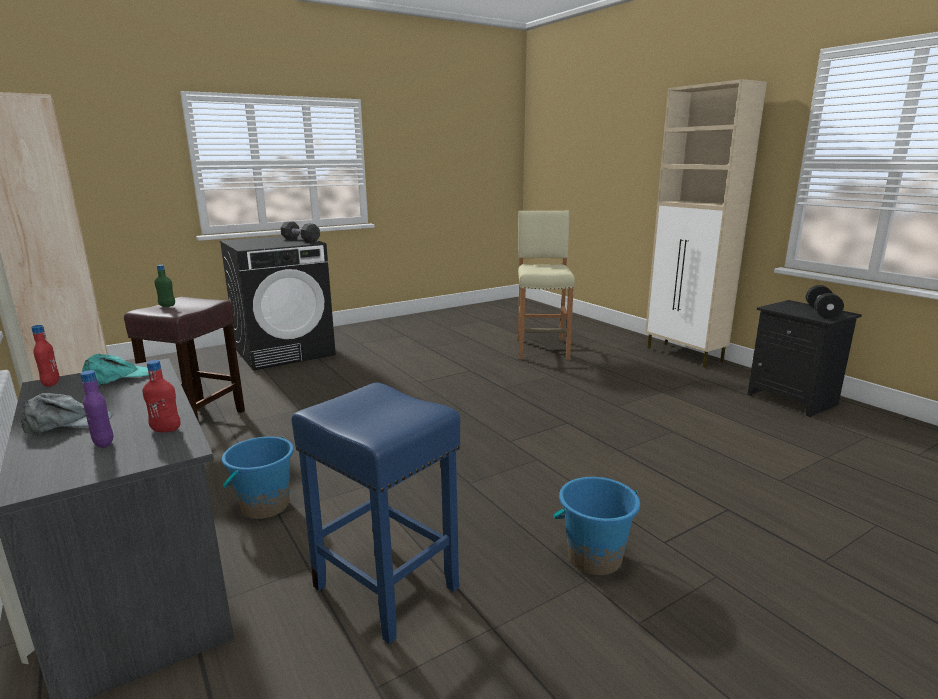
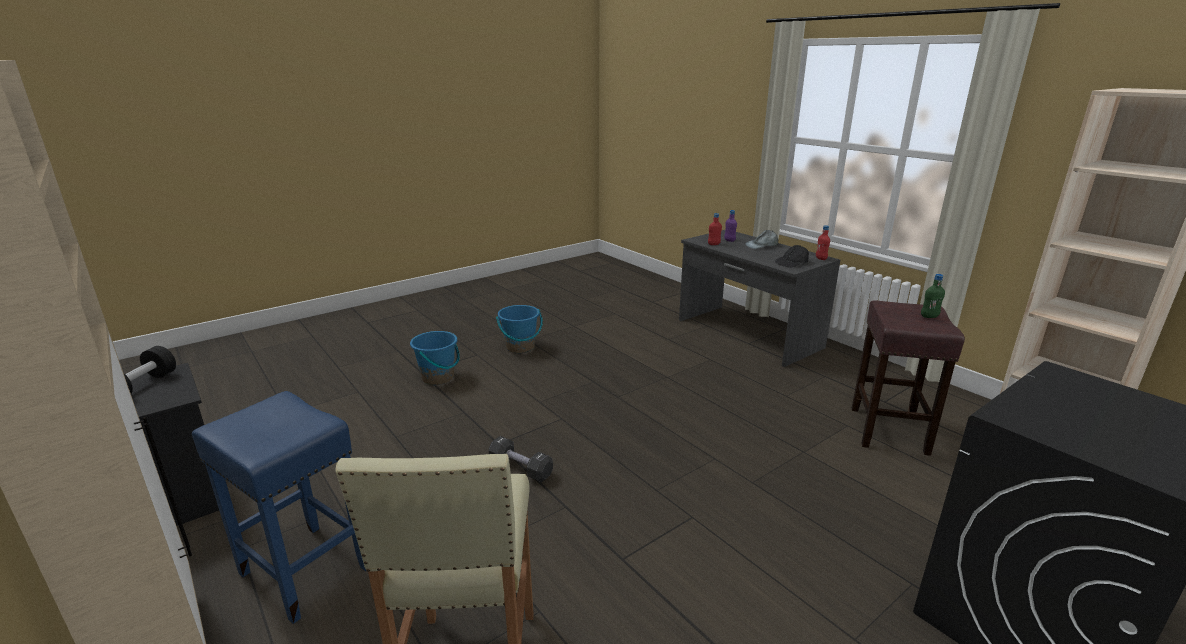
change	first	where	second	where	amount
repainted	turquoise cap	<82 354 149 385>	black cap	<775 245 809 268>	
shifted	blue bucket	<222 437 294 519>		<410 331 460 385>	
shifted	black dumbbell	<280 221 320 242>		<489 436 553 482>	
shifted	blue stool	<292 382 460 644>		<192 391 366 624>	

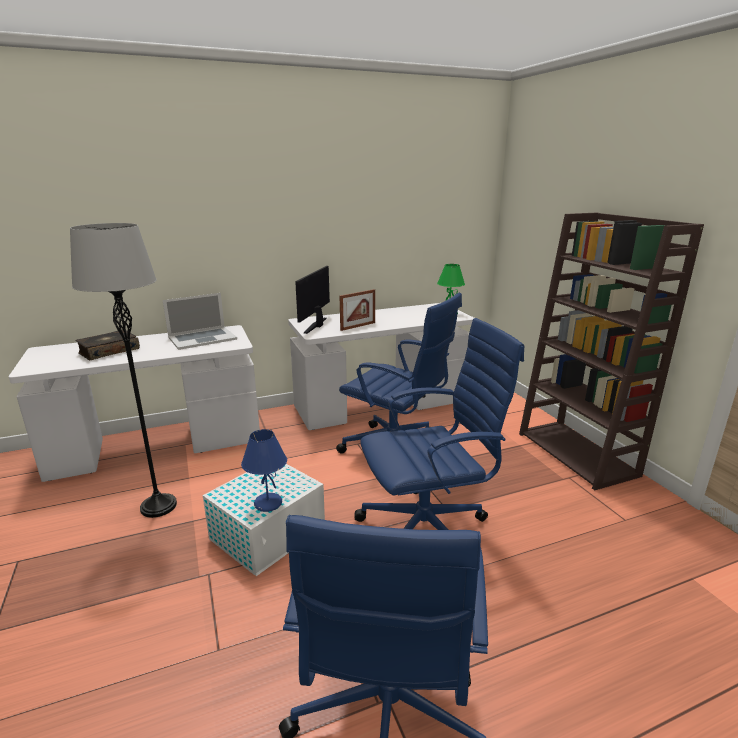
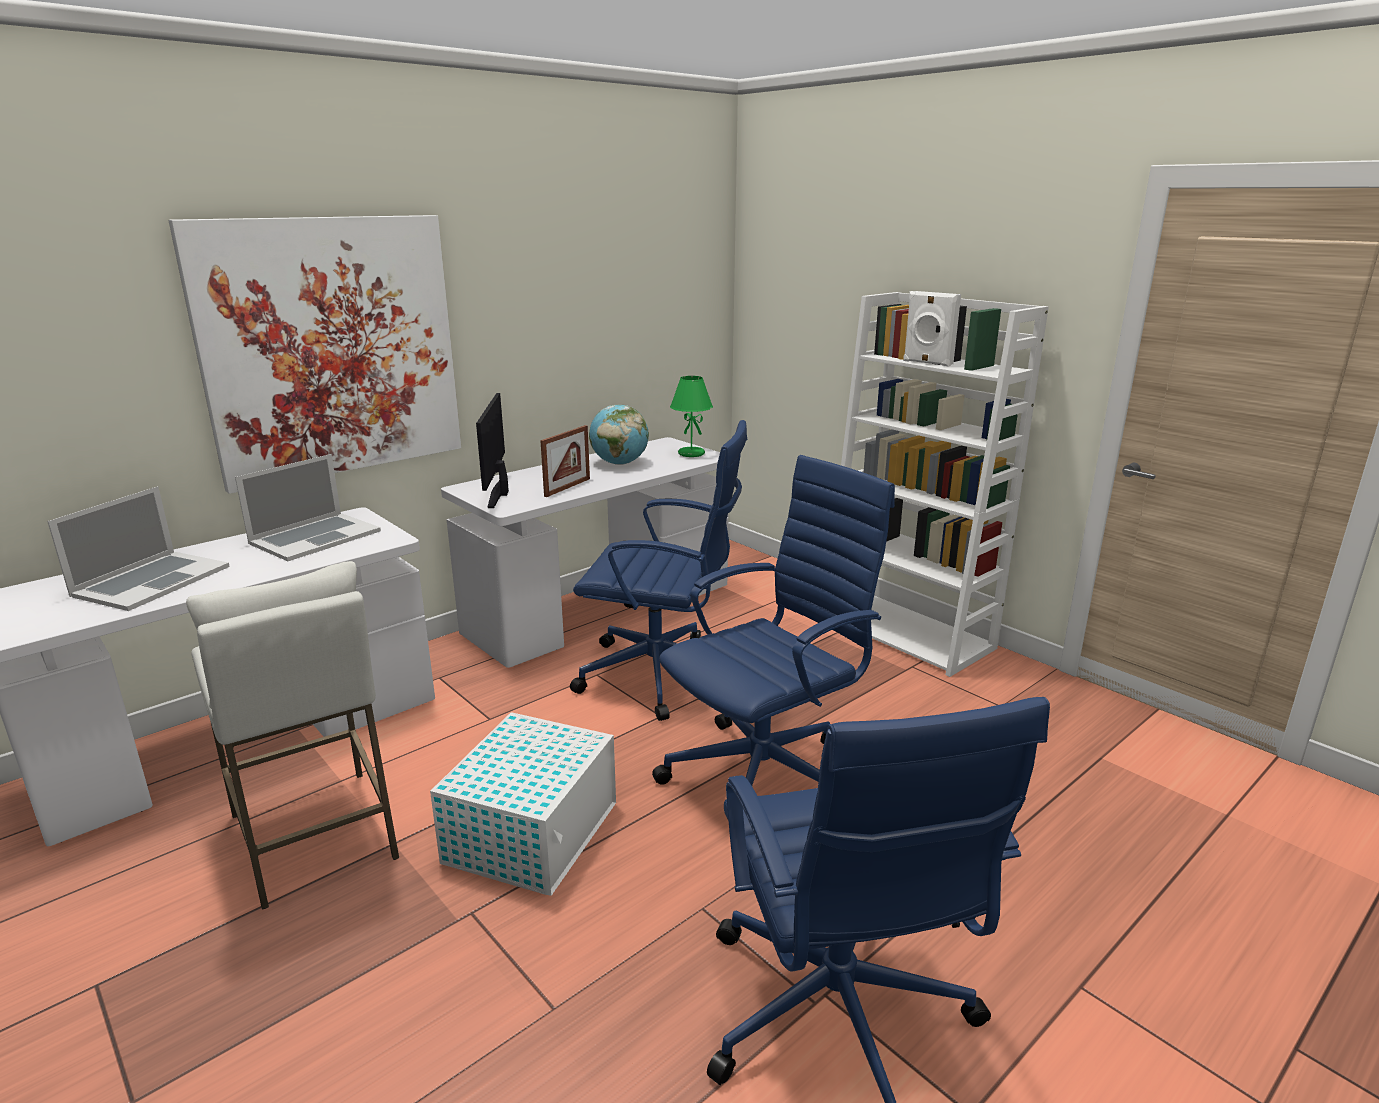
change	first	where	second	where	amount
swapped	grey floor lamp	<70 223 177 518>	white stool	<186 561 399 910>	
swapped	book	<75 329 140 360>	laptop	<47 486 230 611>	
gone	blue table lamp	<241 429 287 512>			
repainted	brown bookcase	<519 213 704 490>	white bookcase	<841 292 1049 677>	
new			picture	<168 215 461 494>	
new			globe	<589 405 649 465>	
new			white speaker	<903 291 961 366>	

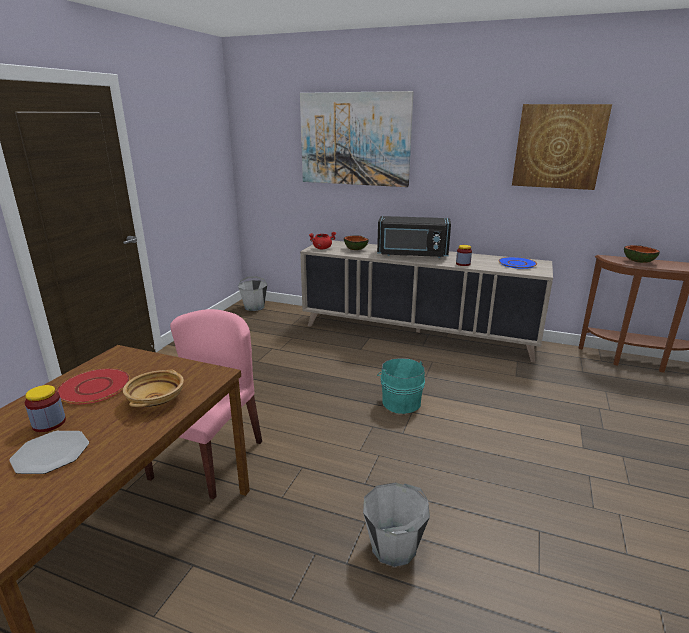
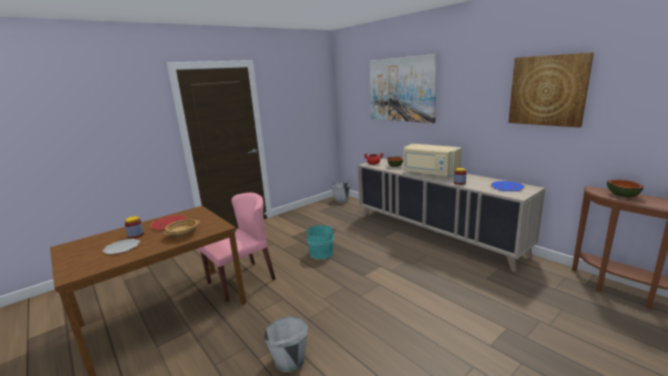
change	first	where	second	where	amount
repainted	black microwave	<377 216 451 258>	beige microwave	<403 144 462 177>	
shifted	turquoise bucket	<377 358 425 414>		<306 225 335 259>	

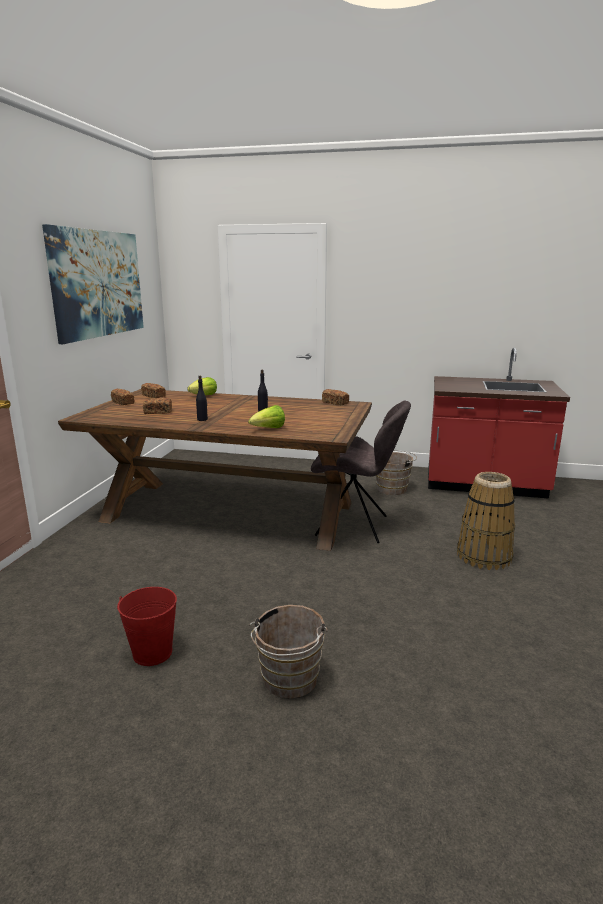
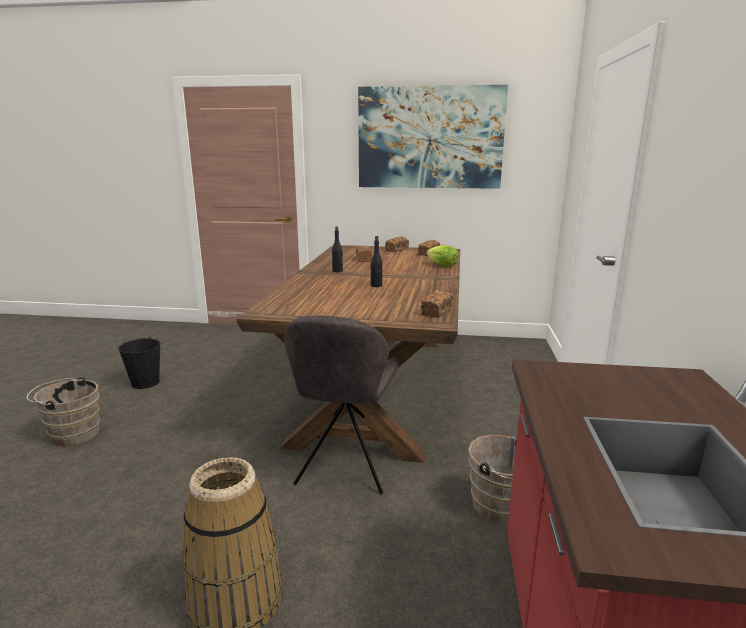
change	first	where	second	where	amount
repainted	red bucket	<117 587 177 666>	black bucket	<118 337 161 389>	
gone	lettuce	<248 405 285 428>			

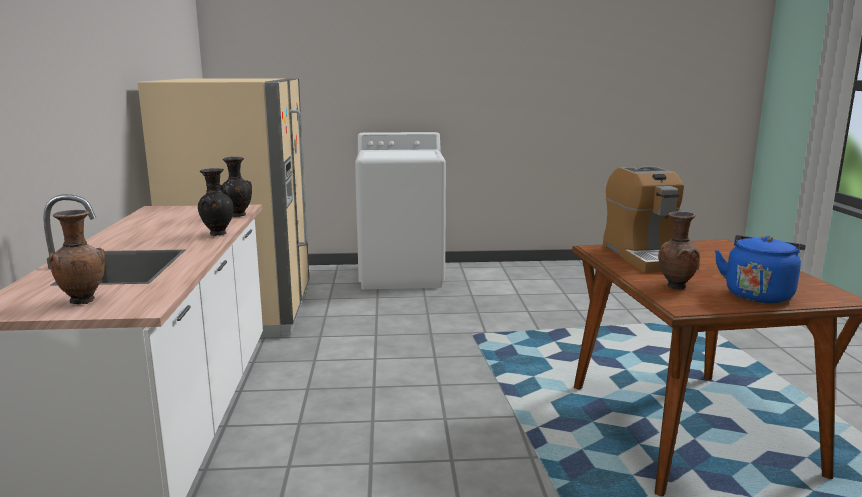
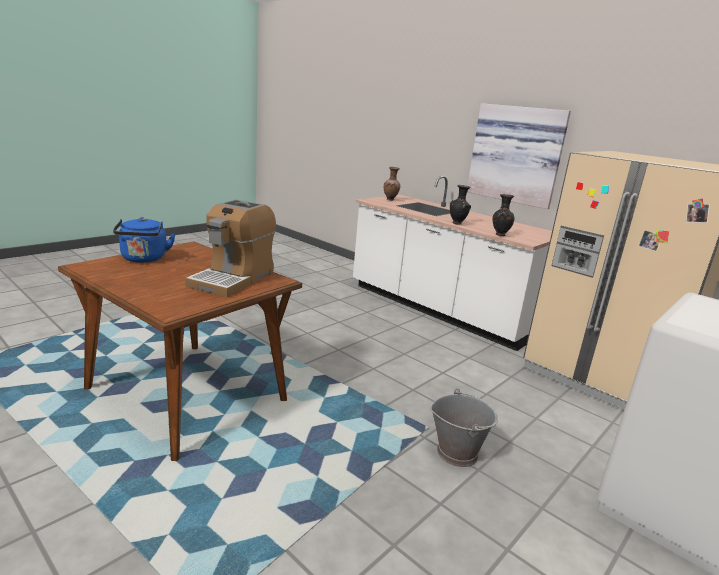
change	first	where	second	where	amount
rotated	coffee machine	<603 166 700 273>		<185 199 276 297>	105 degrees counterclockwise
gone	brown vase	<658 211 700 290>			
new			grey bucket	<430 389 498 467>	
new			picture	<467 103 571 209>	

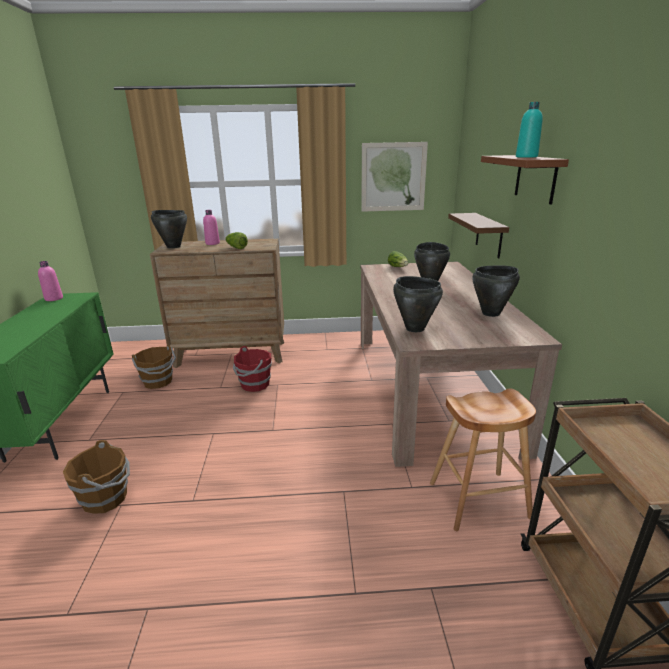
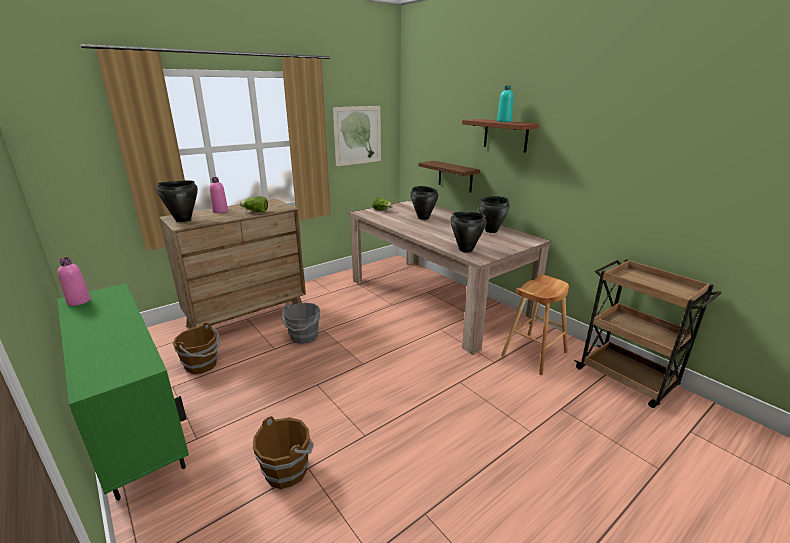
change	first	where	second	where	amount
repainted	red bucket	<233 346 272 392>	grey bucket	<281 303 320 344>	

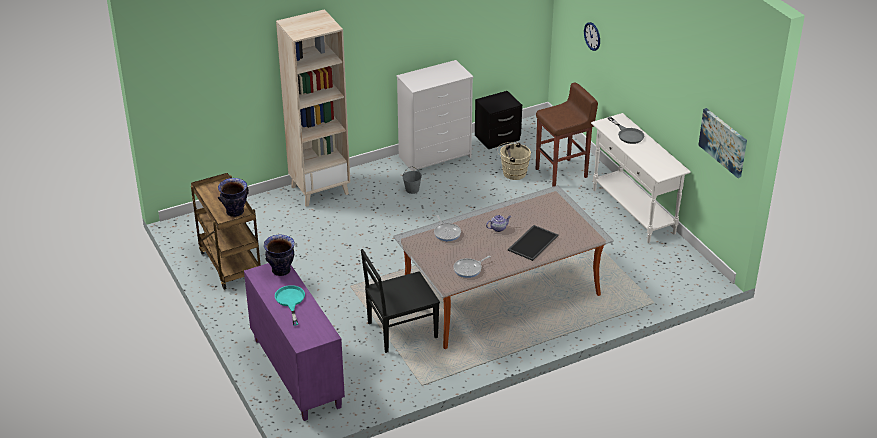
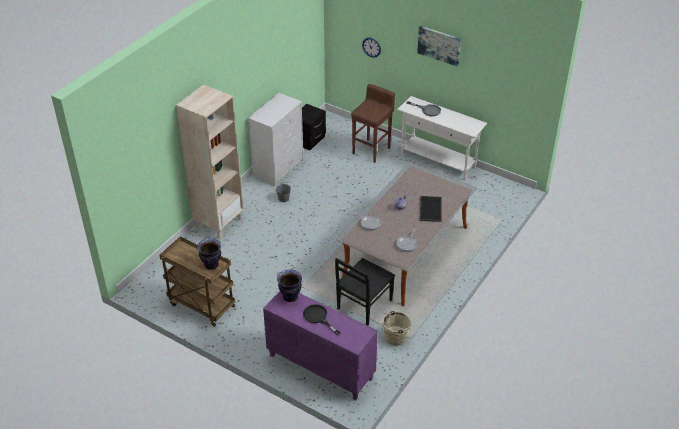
change	first	where	second	where	amount
repainted	turquoise frying pan	<275 285 305 326>	black frying pan	<303 304 341 335>	
shifted	beige bucket	<497 142 531 180>		<379 311 411 346>	
shifted	picture	<698 108 747 178>		<417 26 461 67>	

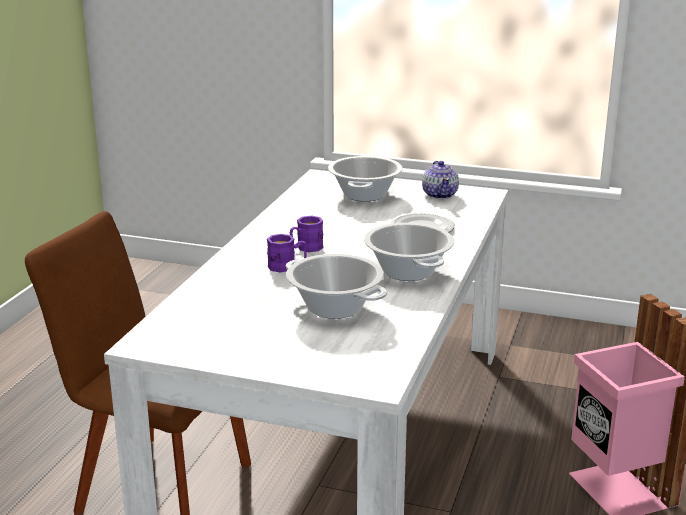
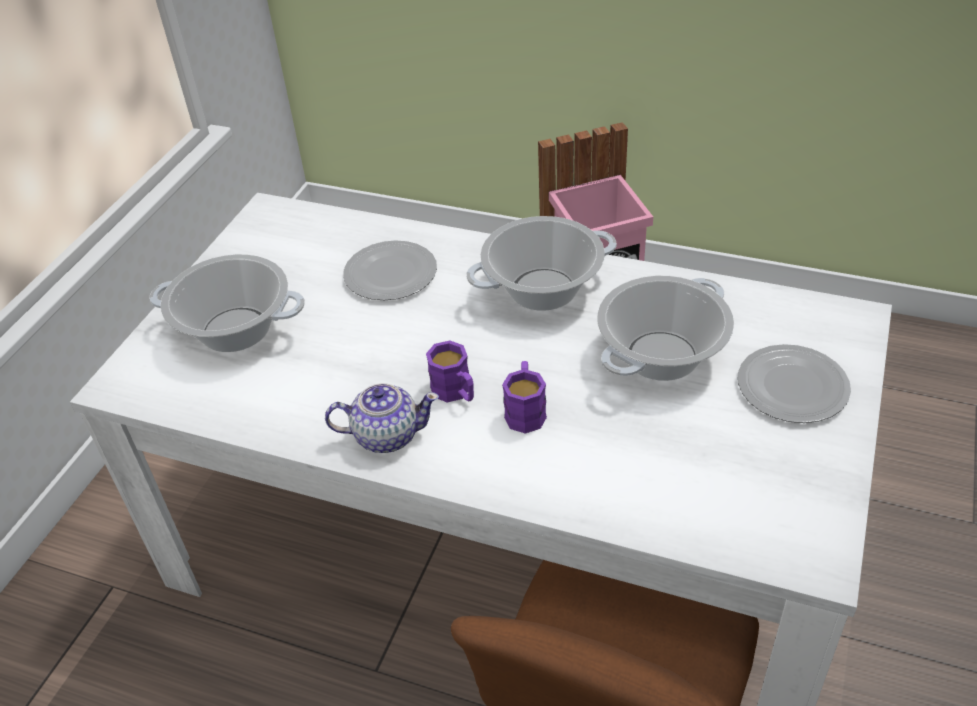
change	first	where	second	where	amount
shifted	teapot	<422 161 459 199>		<325 383 439 453>	
new			plate	<738 344 851 423>	

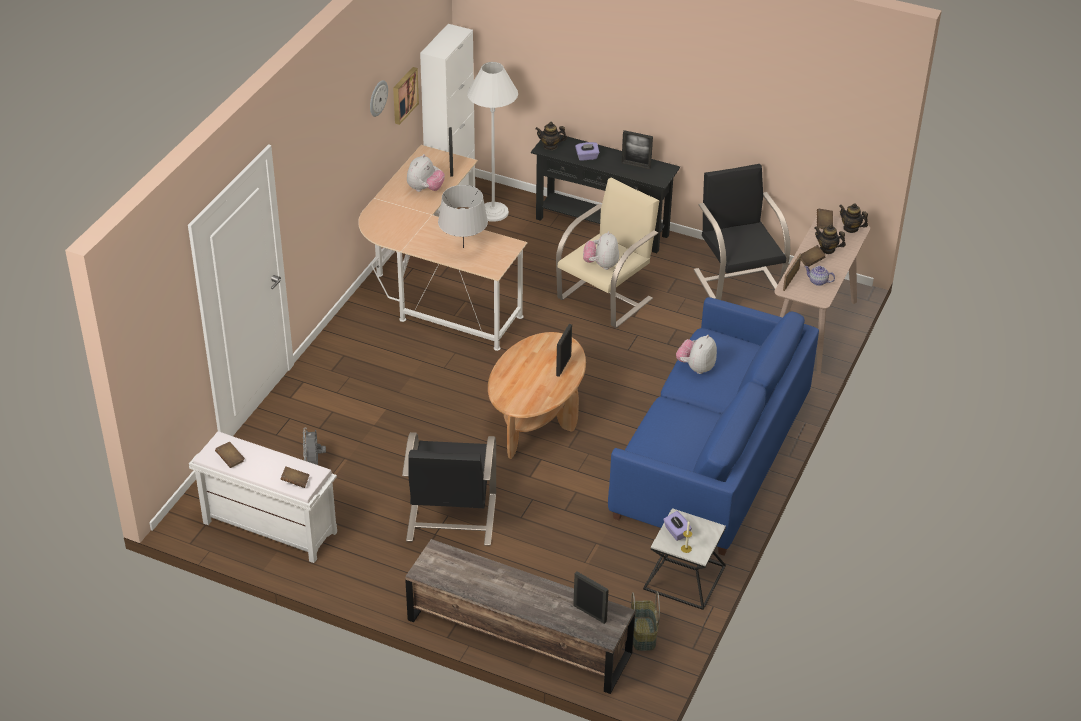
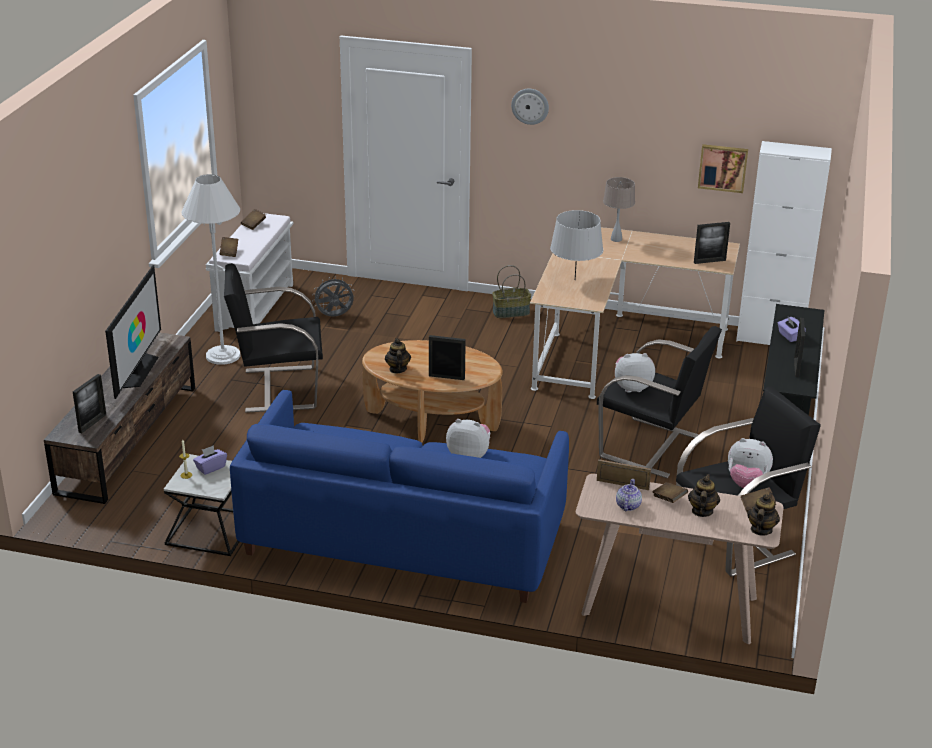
change	first	where	second	where	amount
shifted	wall clock	<370 80 388 117>		<511 89 549 125>	
shifted	plush toy	<407 154 445 192>		<728 438 773 488>	
shifted	white floor lamp	<467 62 518 222>		<182 174 241 365>	
shifted	teapot	<535 122 567 150>		<385 338 411 373>	
repainted	beige armchair	<556 177 660 328>	black armchair	<597 326 722 478>	
shifted	basket	<631 591 660 651>		<492 265 531 318>	
new			television	<105 265 161 399>	
new			beige table lamp	<603 177 635 242>	

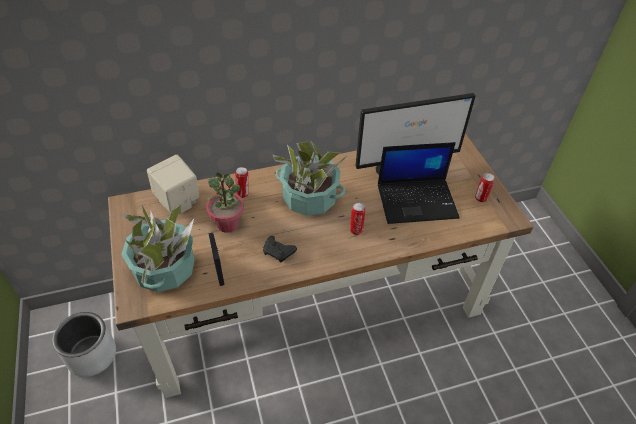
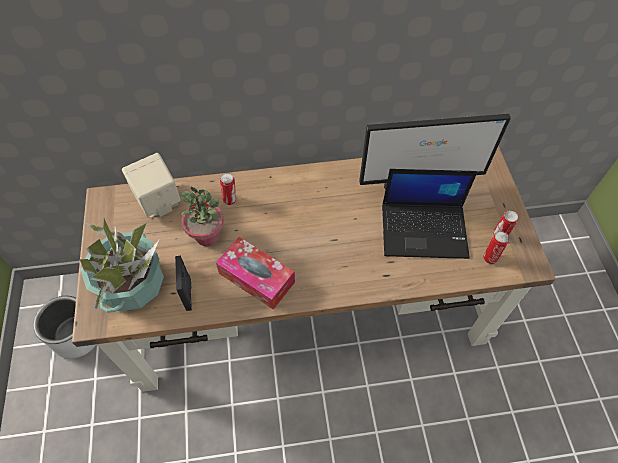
change	first	where	second	where	amount
swapped	black game controller	<263 236 297 262>	tissue box	<216 237 295 310>	
gone	potted plant	<272 140 349 216>			
shifted	can	<350 203 366 235>		<483 231 509 264>	

